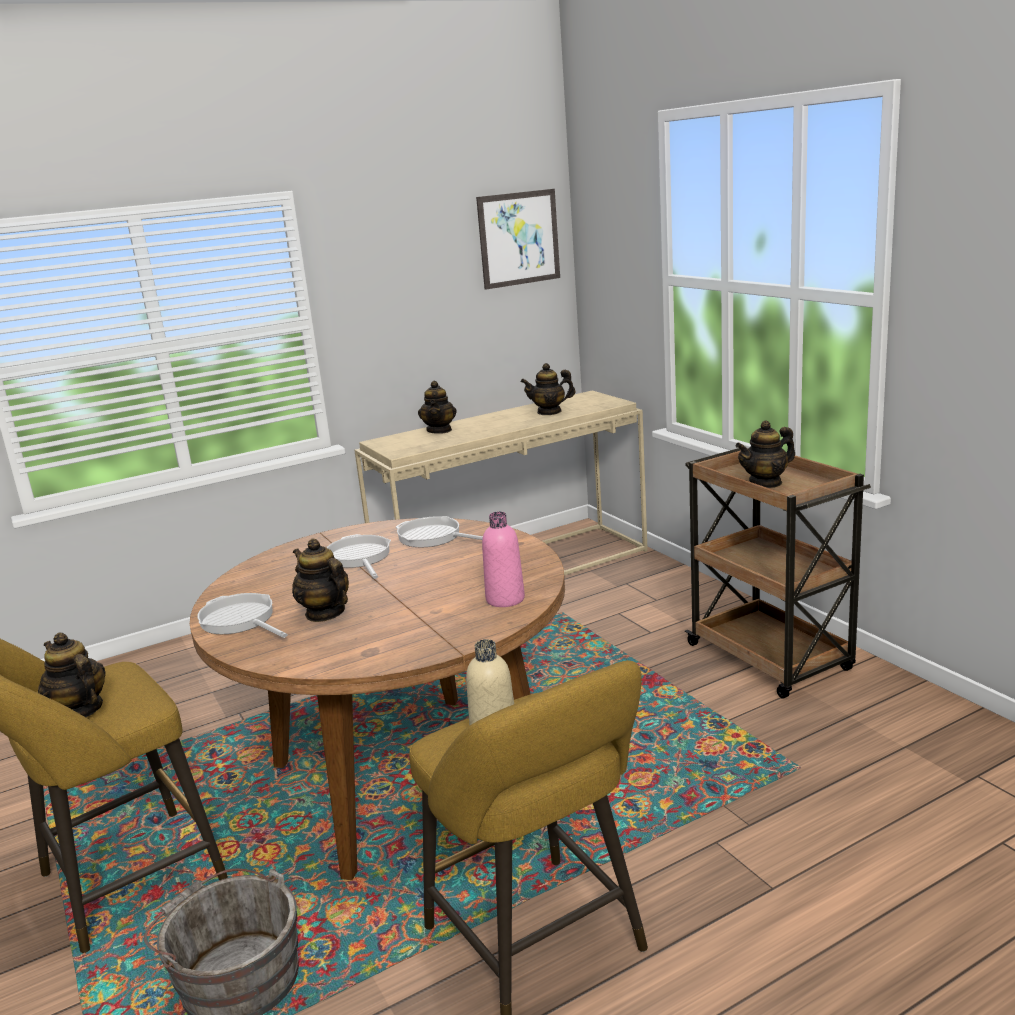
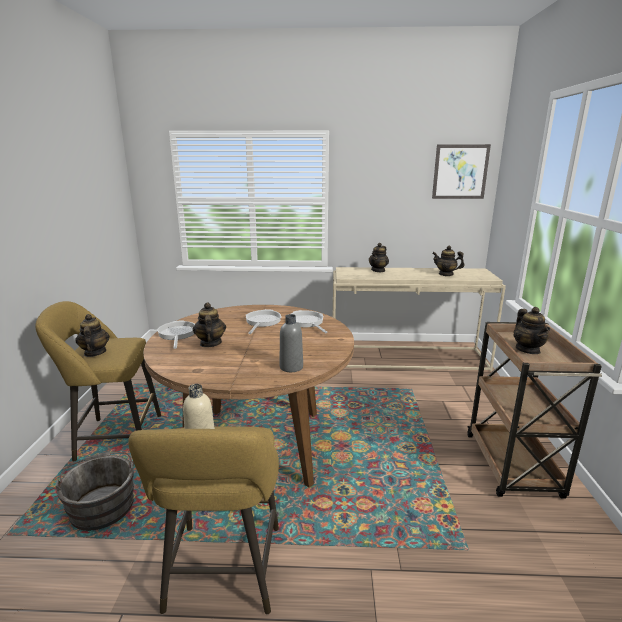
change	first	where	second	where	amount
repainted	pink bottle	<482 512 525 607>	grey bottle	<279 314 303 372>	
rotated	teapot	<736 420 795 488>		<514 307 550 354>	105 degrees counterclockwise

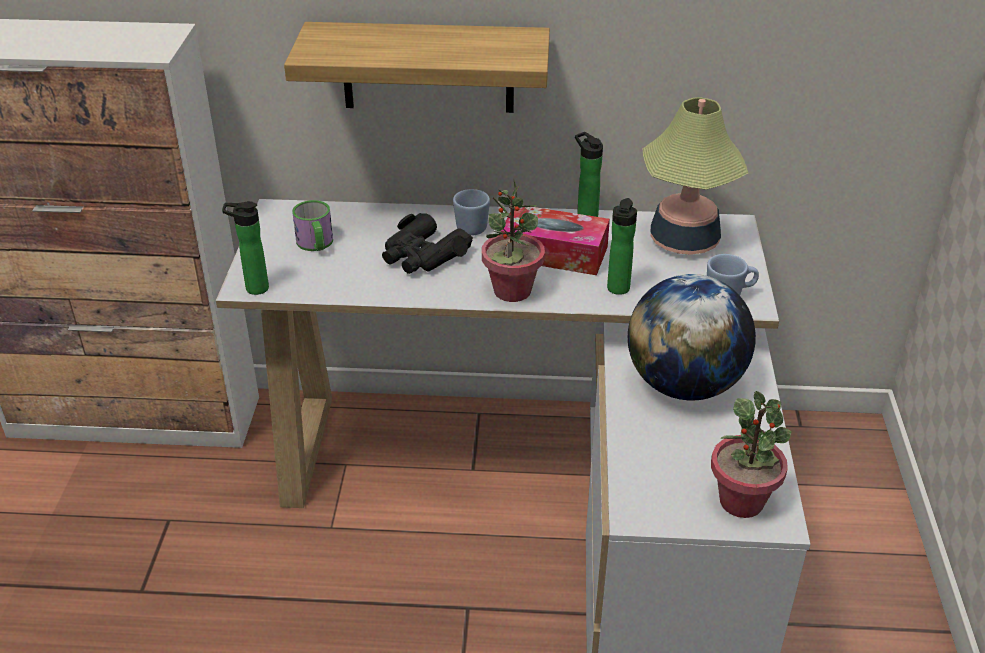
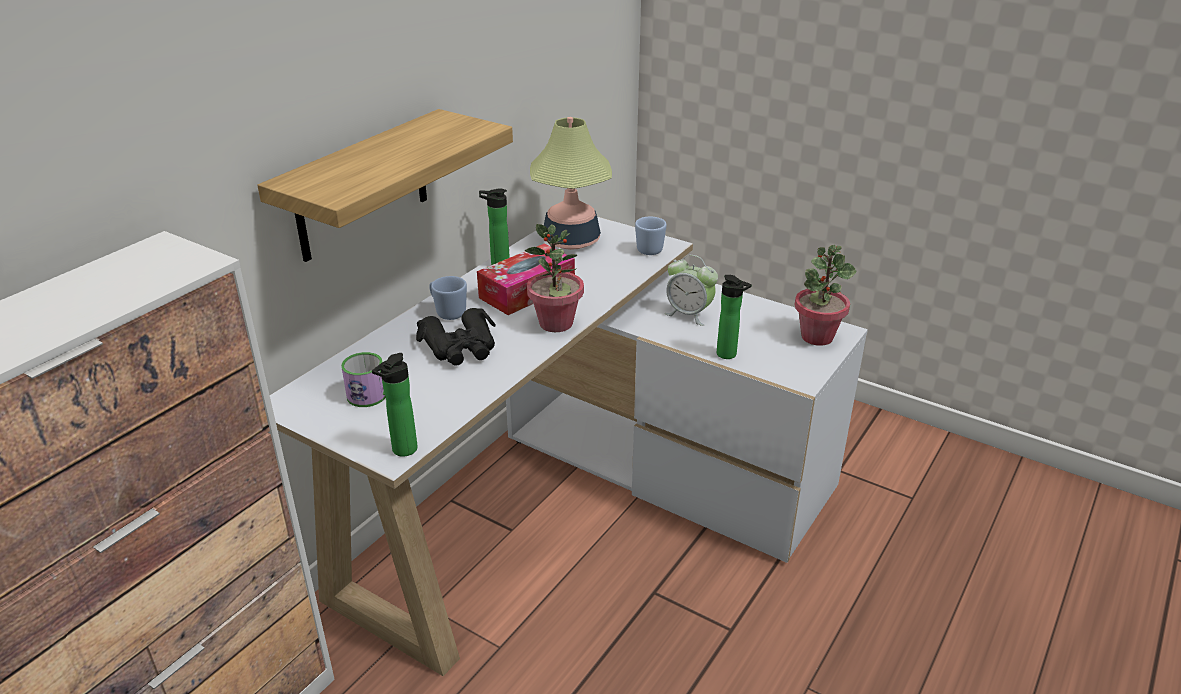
change	first	where	second	where	amount
shifted	bottle	<607 198 637 295>		<717 275 752 359>	
swapped	globe	<628 274 756 400>	alarm clock	<664 255 718 326>	

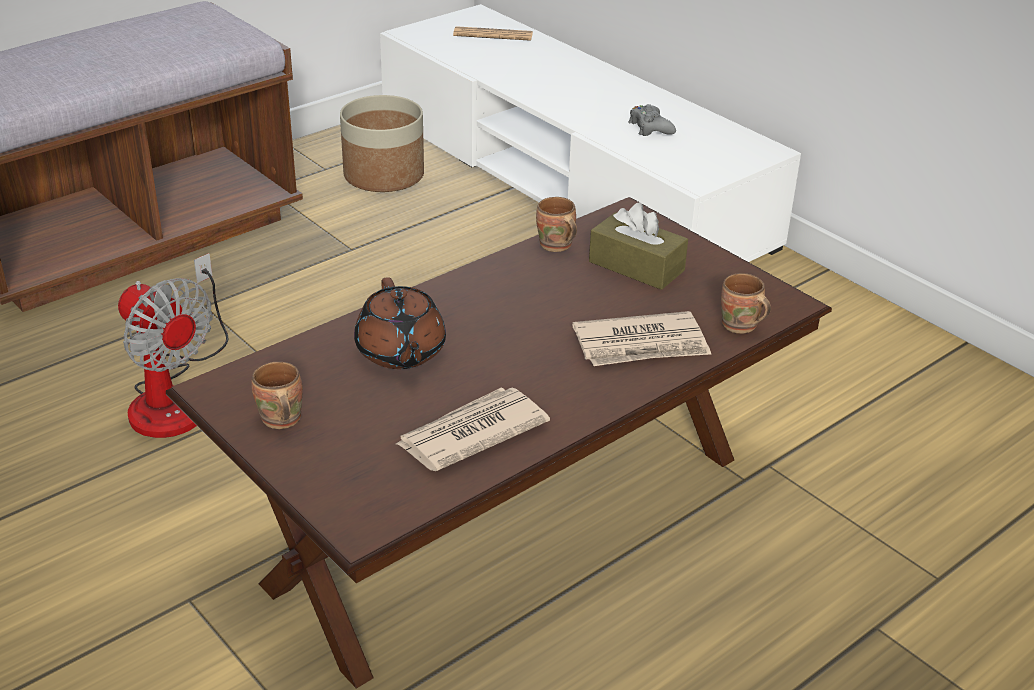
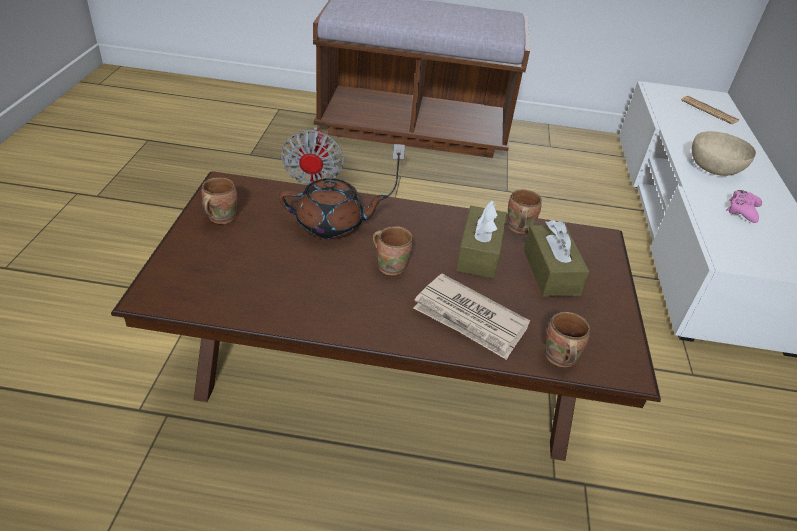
change	first	where	second	where	amount
gone	planter	<340 95 424 192>			
rotated	brown teapot	<354 277 446 369>		<279 178 389 239>	120 degrees counterclockwise
gone	newspaper	<396 388 550 471>			
repainted	grey game controller	<628 104 676 136>	pink game controller	<726 190 762 223>	
new			brown mug	<373 226 413 275>	
new			brown tissue box	<456 201 507 279>	
new			beige bowl	<692 131 756 176>	

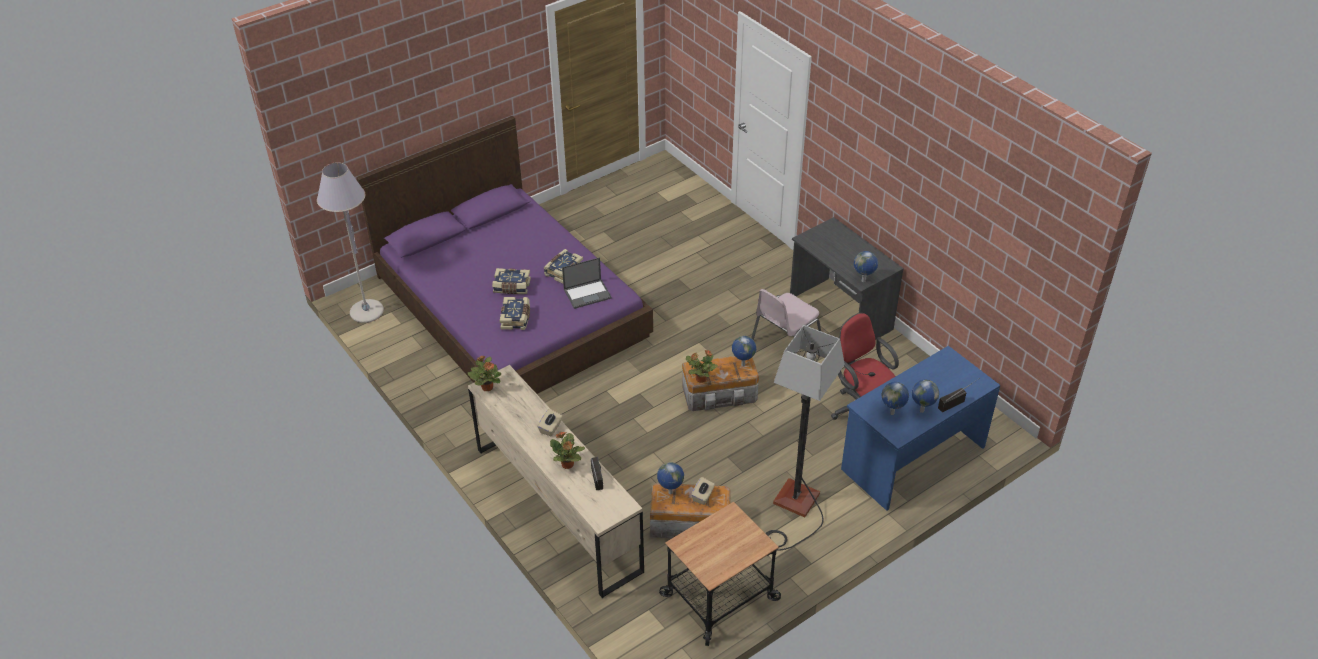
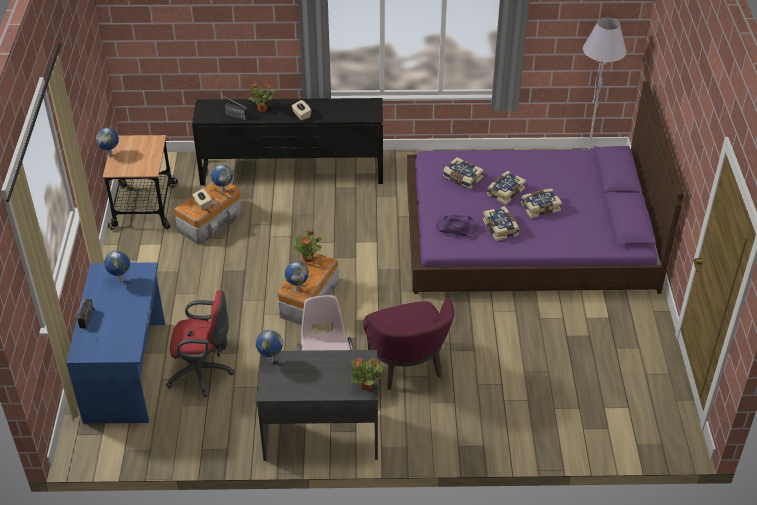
change	first	where	second	where	amount
shifted	potted plant	<468 356 501 391>		<350 358 383 390>	
repainted	beige dresser	<468 365 644 598>	black dresser	<192 98 383 186>	
swapped	laptop	<562 257 612 309>	purple hat	<436 215 478 237>	
gone	floor lamp	<766 325 845 551>			
shifted	globe	<912 380 939 413>		<96 128 119 157>	
new			purple armchair	<363 297 454 390>	
new			book	<521 188 562 218>	

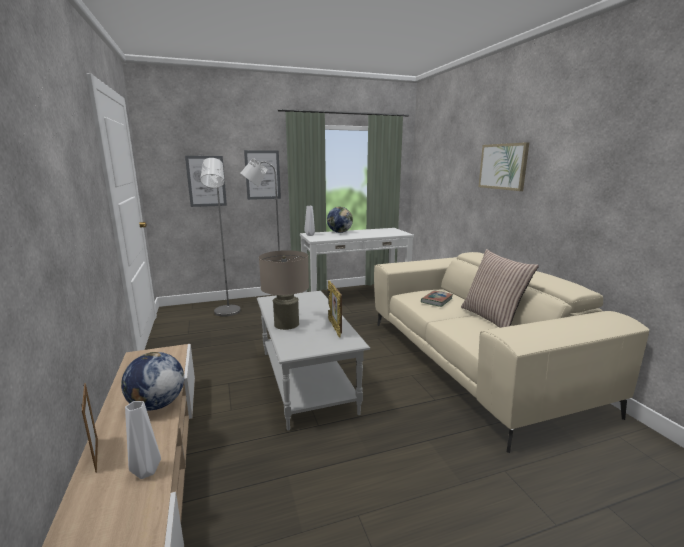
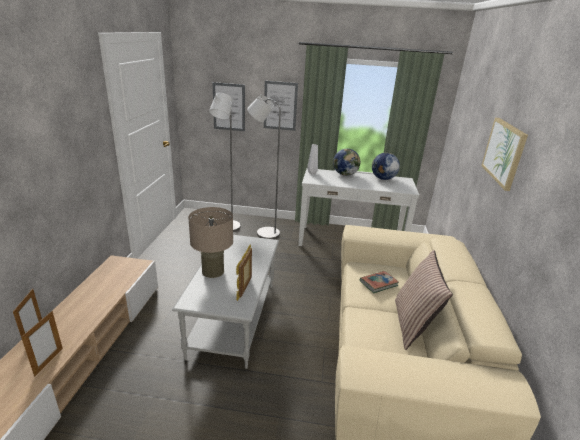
change	first	where	second	where	amount
shifted	globe	<121 352 184 410>		<372 153 400 180>	
swapped	white vase	<125 401 161 479>	picture frame	<21 311 63 377>	

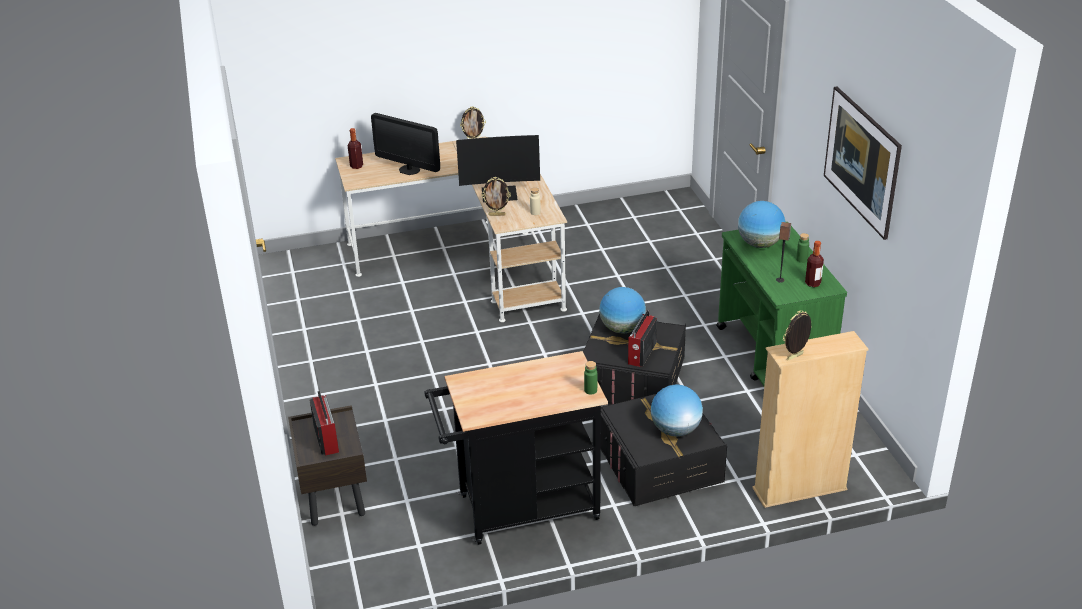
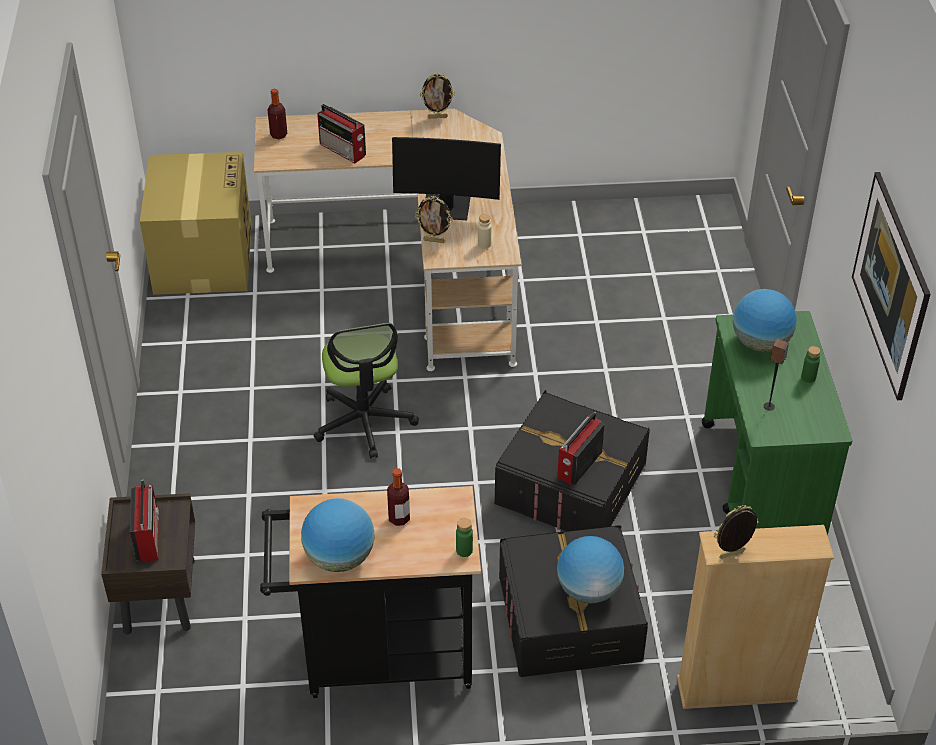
change	first	where	second	where	amount
swapped	monitor	<371 113 440 175>	radio	<317 104 366 163>	
shifted	globe	<599 287 646 333>		<301 498 374 572>	
shifted	bottle	<805 241 824 287>		<387 468 410 526>	
new			cardboard box	<140 152 252 295>	
new			office chair	<314 323 419 458>	

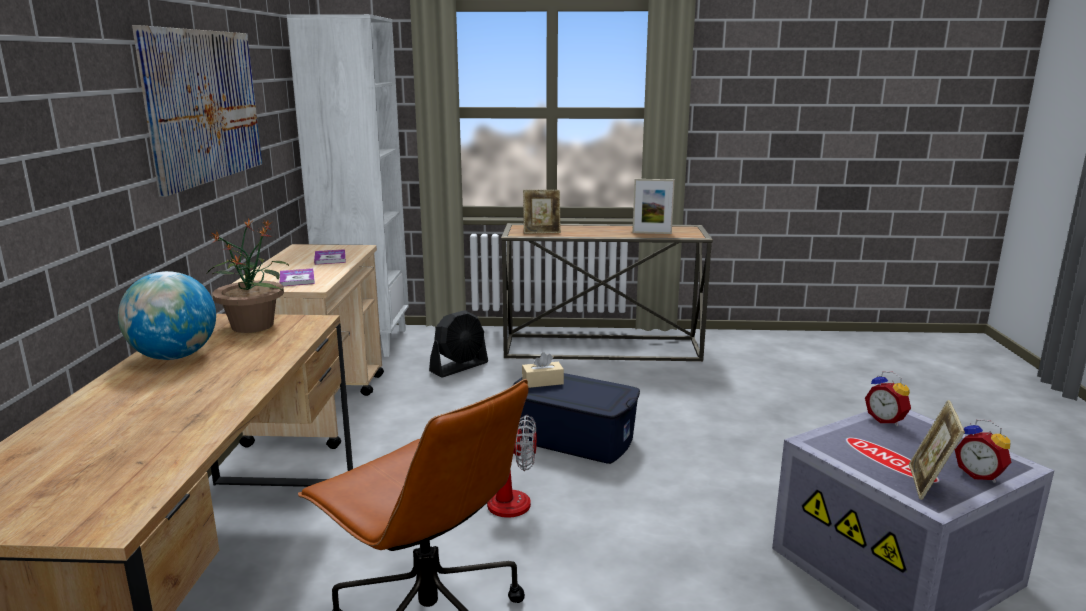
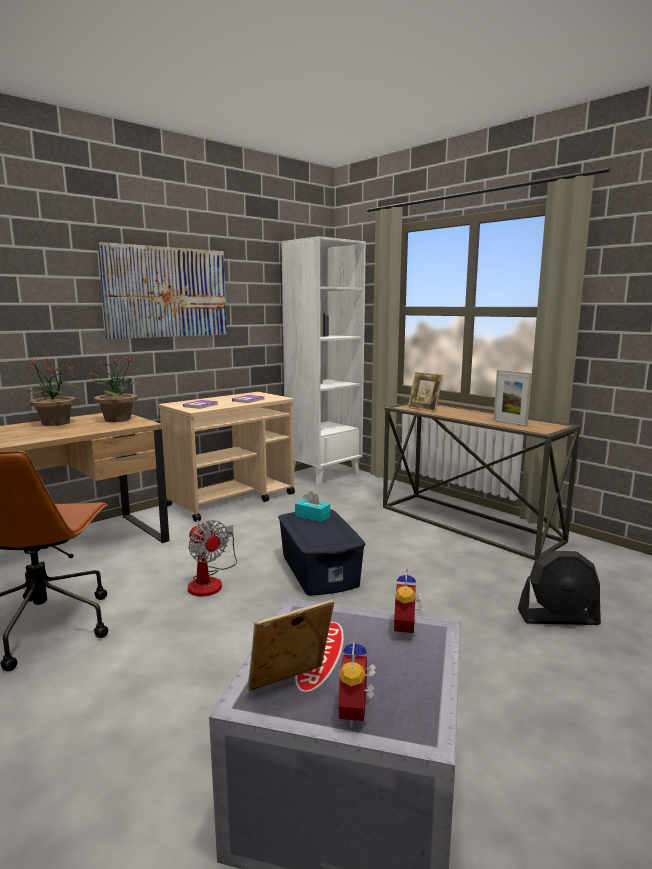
change	first	where	second	where	amount
swapped	globe	<118 271 216 360>	potted plant	<25 359 82 426>	
shifted	black fan	<429 310 488 377>		<518 551 601 625>	
repainted	beige tissue box	<522 352 564 388>	turquoise tissue box	<295 491 330 522>	

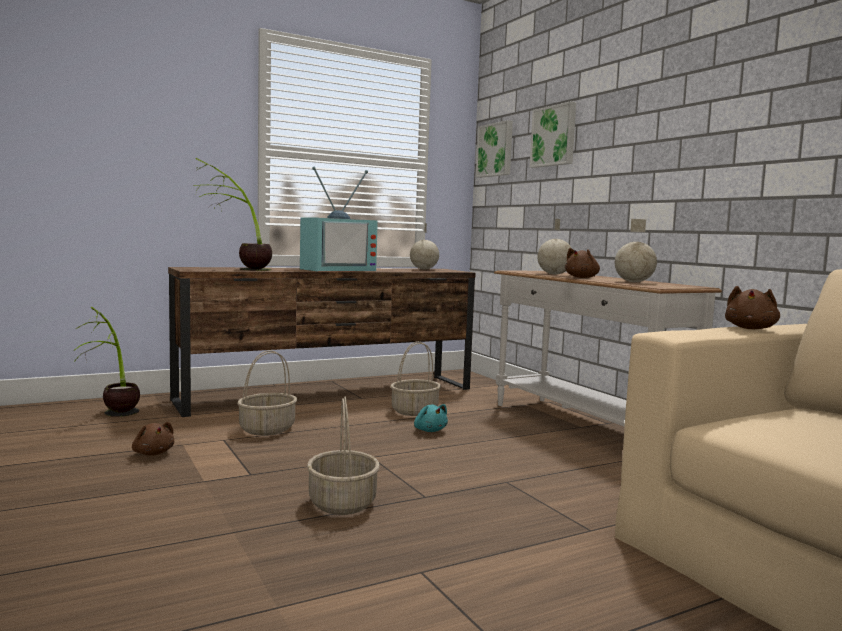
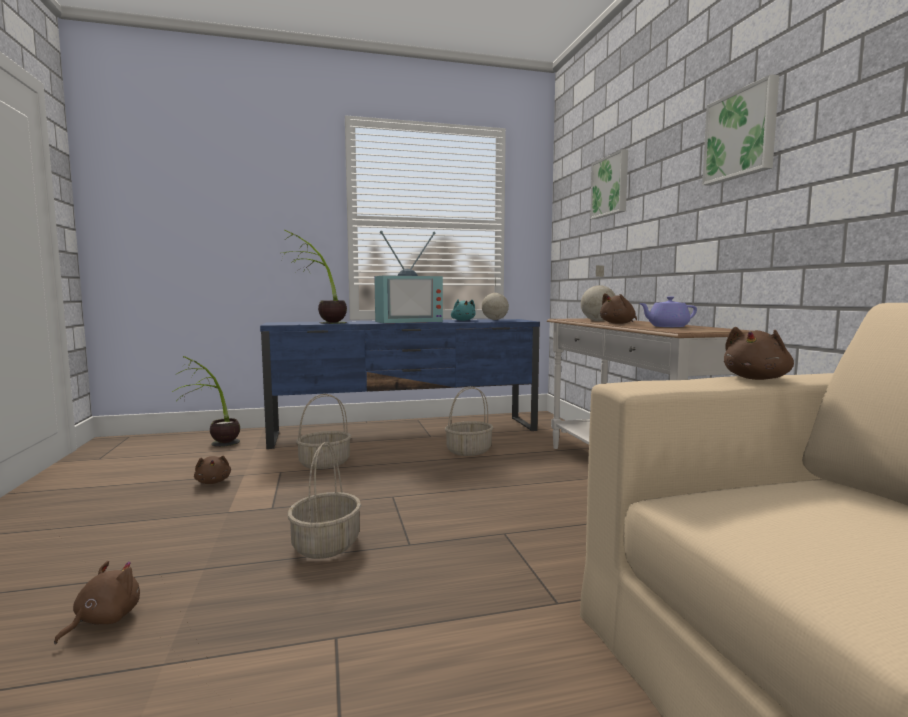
change	first	where	second	where	amount
repainted	brown tv stand	<168 267 476 417>	blue tv stand	<260 319 540 449>	
shifted	turquoise plush toy	<414 404 448 432>		<451 299 476 321>	
shifted	picture	<476 120 513 178>		<702 74 779 186>	
swapped	globe	<615 219 657 282>	purple teapot	<639 296 697 327>	
new			brown plush toy	<54 561 140 644>	

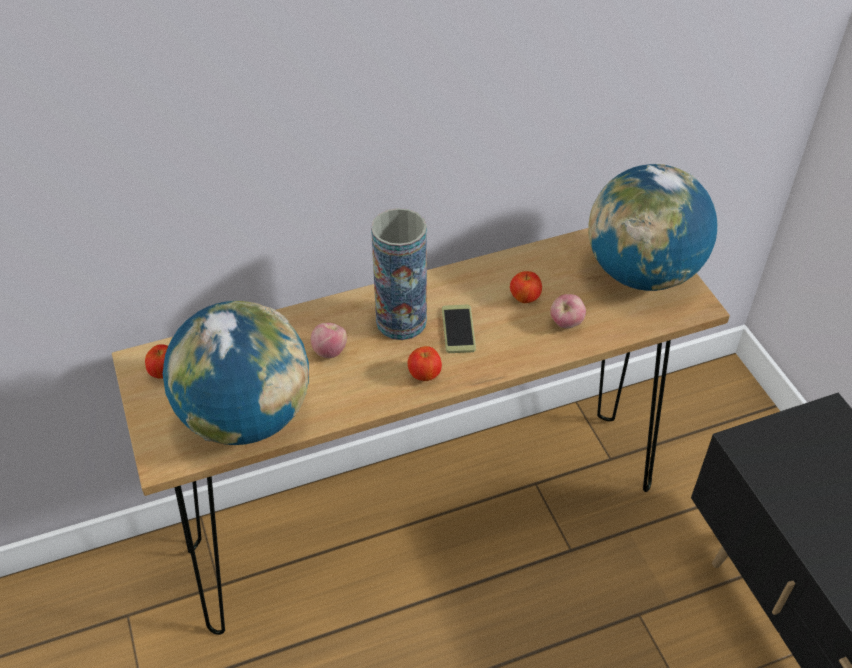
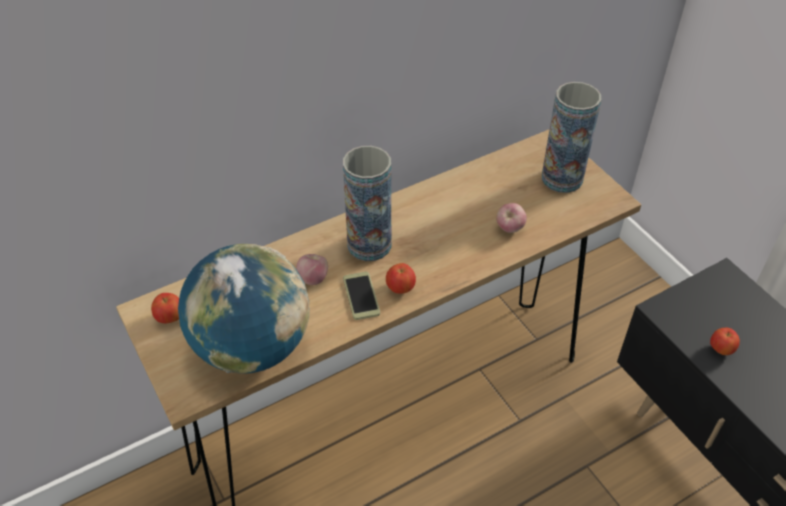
change	first	where	second	where	amount
shifted	phone	<442 305 476 353>		<343 272 380 320>	
shifted	apple	<510 271 542 303>		<710 328 740 355>	
swapped	globe	<588 164 717 291>	vase	<542 82 601 193>	

